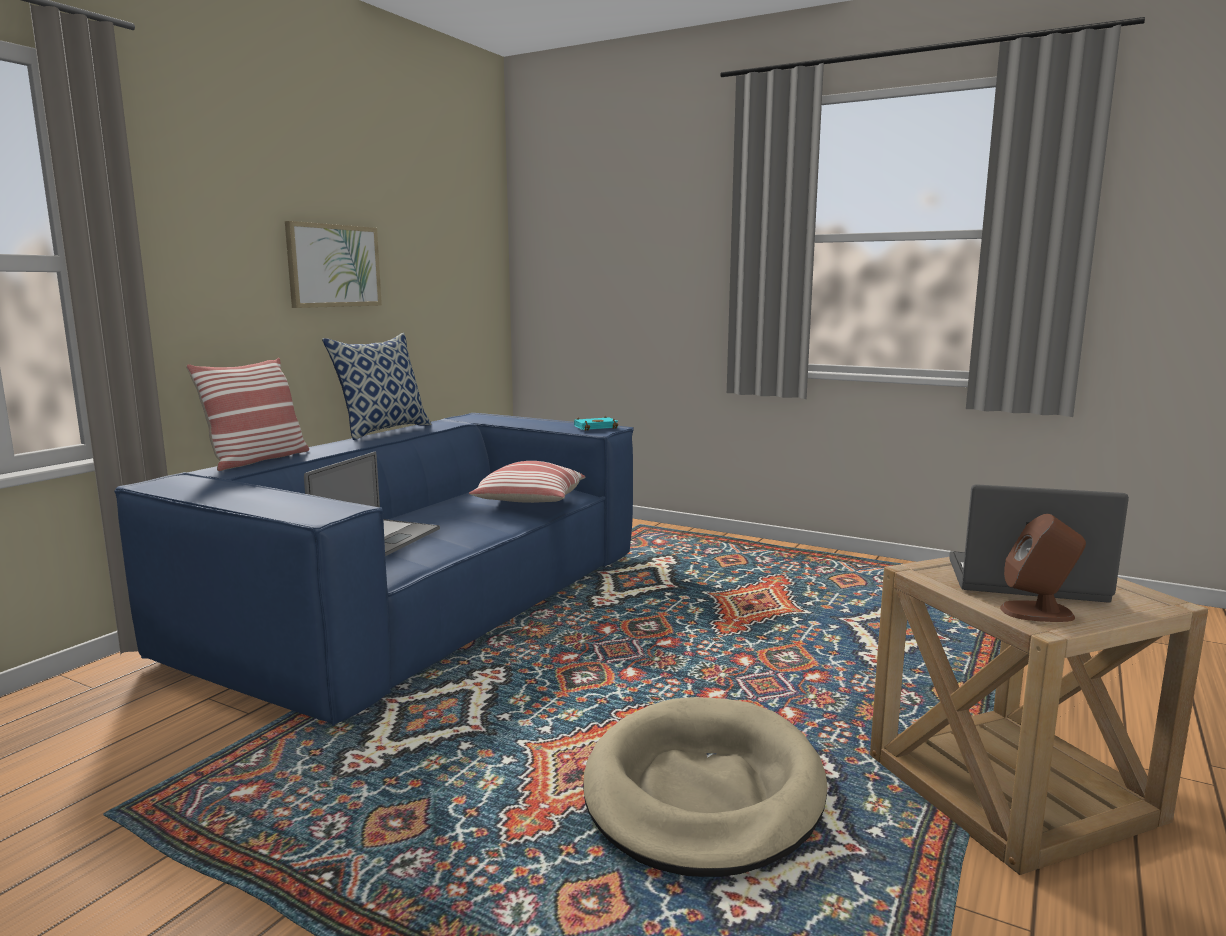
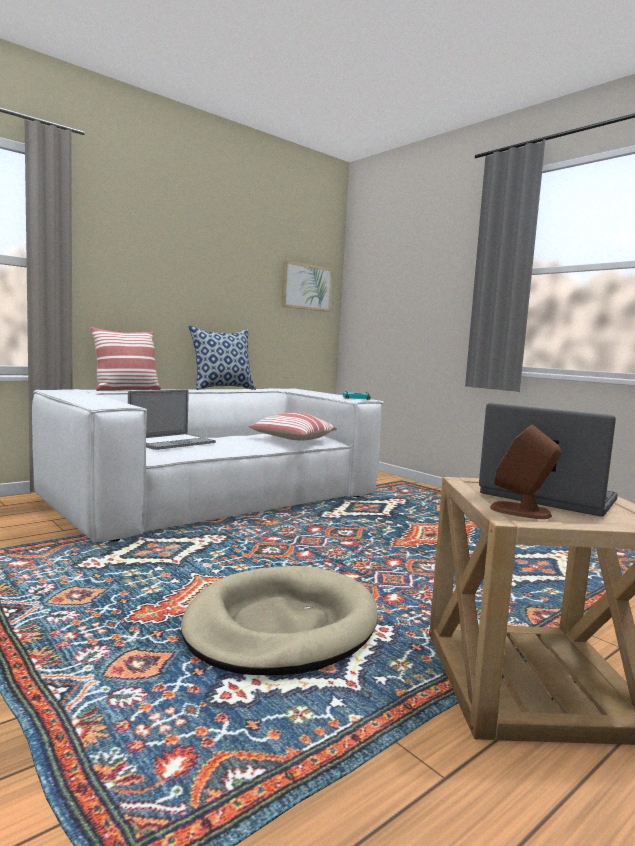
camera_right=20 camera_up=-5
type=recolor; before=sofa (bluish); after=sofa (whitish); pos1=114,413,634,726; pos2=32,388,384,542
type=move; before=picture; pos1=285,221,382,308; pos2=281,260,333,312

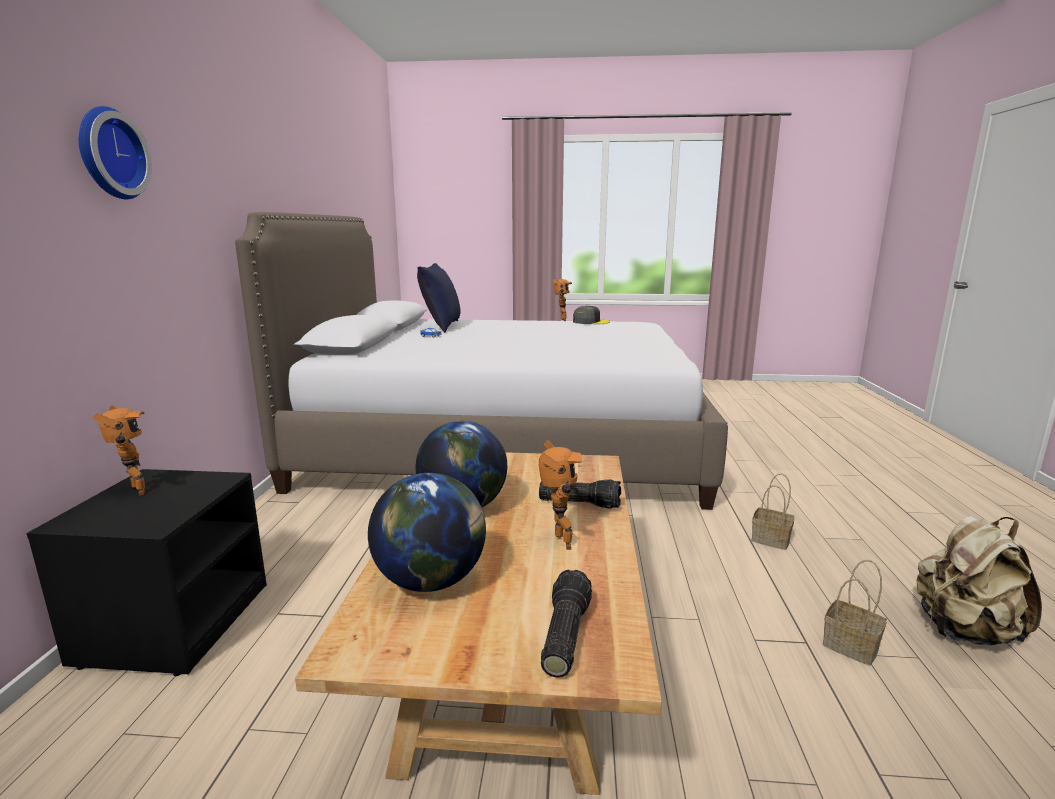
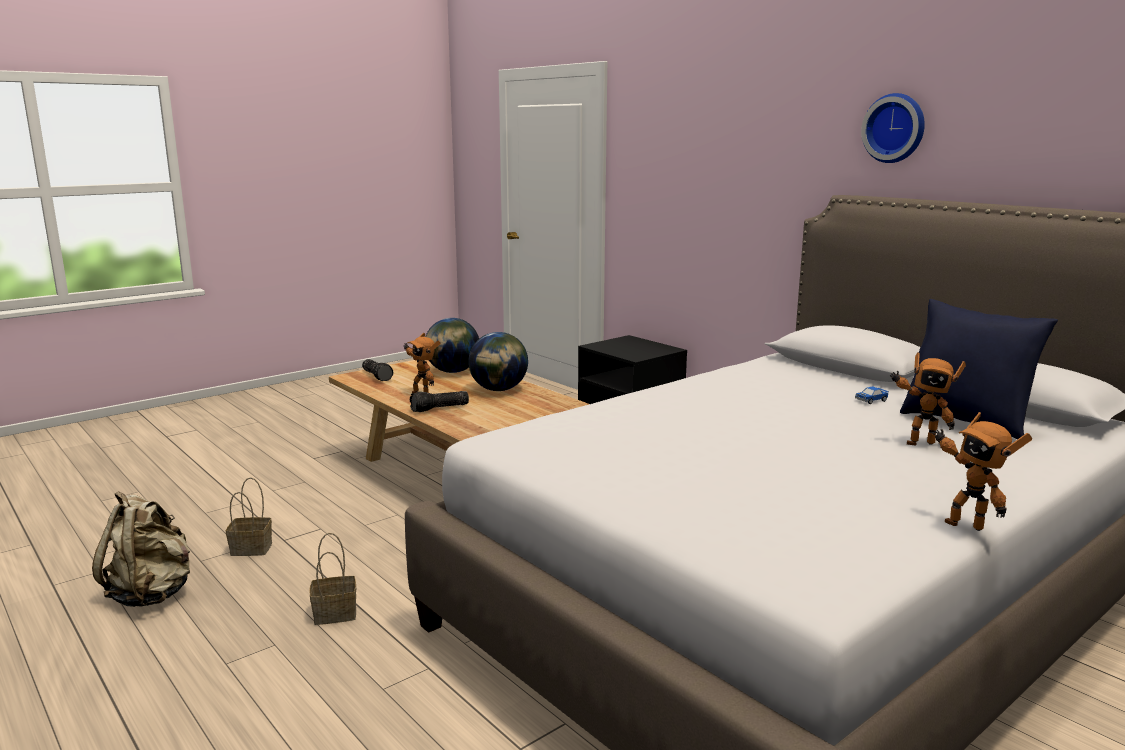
camera_right=135 camera_up=0
type=move; before=wall clock; pos1=79,106,152,199; pos2=861,93,925,163
type=move; before=model robot; pos1=93,405,145,495; pos2=890,353,966,445
type=delete; before=baseball cap (gray); pos1=573,305,610,324

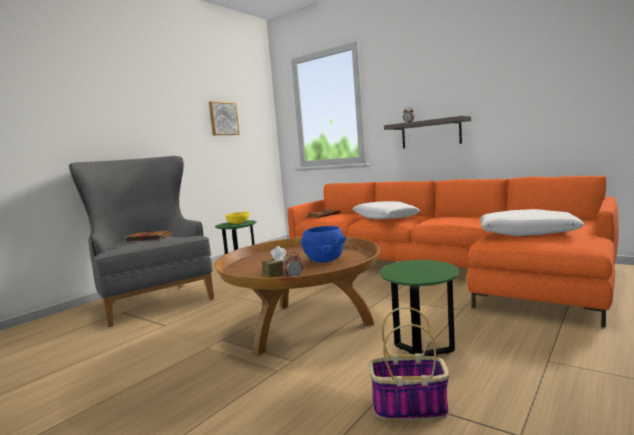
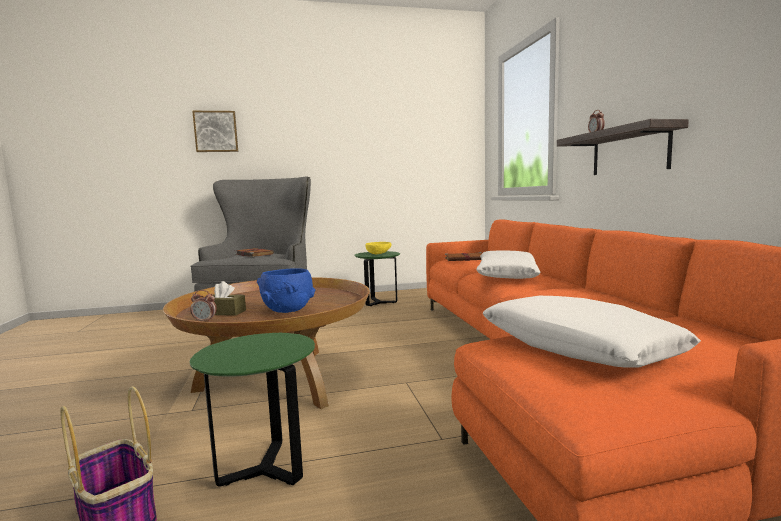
camera_right=40 camera_up=0
type=move; before=picture; pos1=209,101,240,135; pos2=192,111,238,152

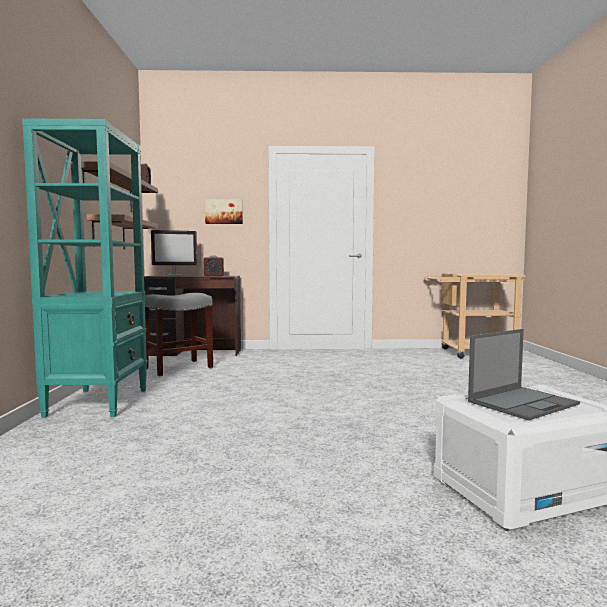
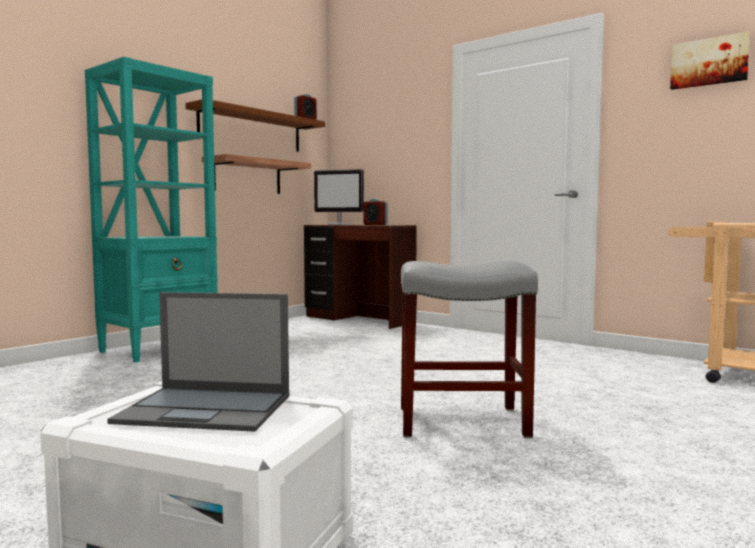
camera_right=40 camera_up=0
type=move; before=sitting stool (gray); pos1=145,293,213,377; pos2=401,261,538,438
type=move; before=picture; pos1=205,199,243,224; pos2=670,31,750,90

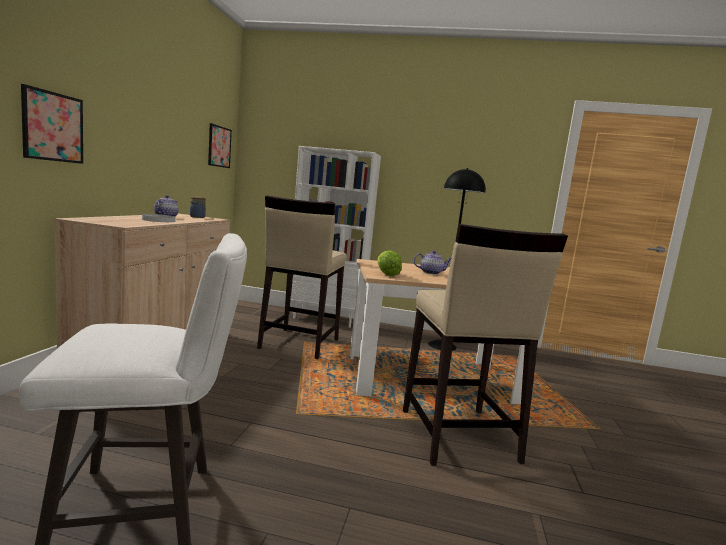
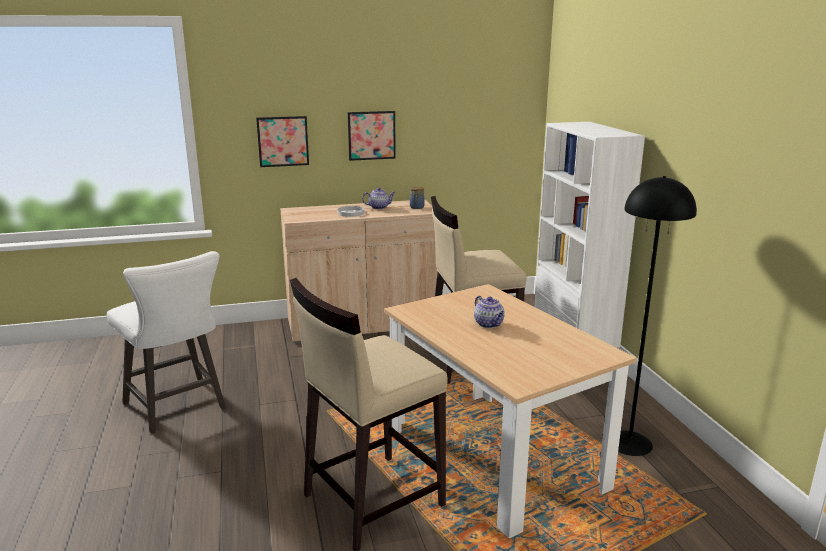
camera_right=65 camera_up=10
type=move; before=picture; pos1=208,123,232,168; pos2=348,111,396,161
type=delete; before=lettuce; pos1=378,250,402,276

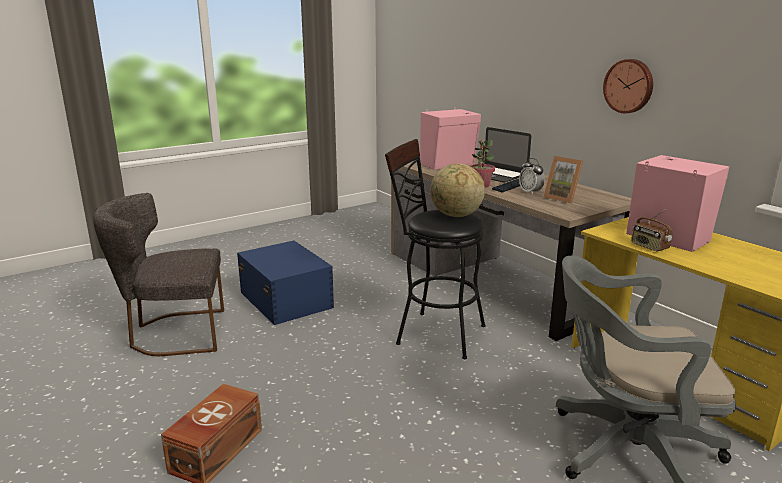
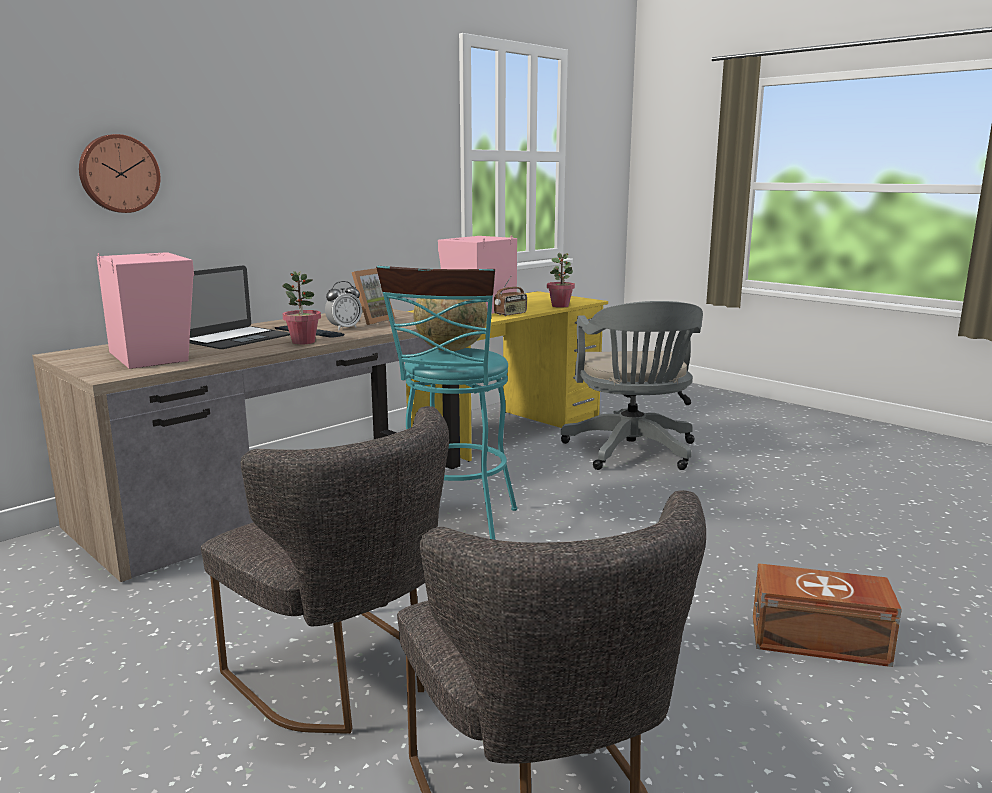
camera_right=-100 camera_up=-5
type=replace; before=storage box (bluish); after=plain chair (gray); pos1=237,241,334,325; pos2=201,406,449,734
type=recolor; before=sitting stool (black-coloured); after=sitting stool (turquoise); pos1=385,139,486,359; pos2=376,266,517,540
type=move; before=wall clock; pos1=603,59,653,113; pos2=79,134,160,213
type=insert; after=houseplant; pos2=547,253,575,308

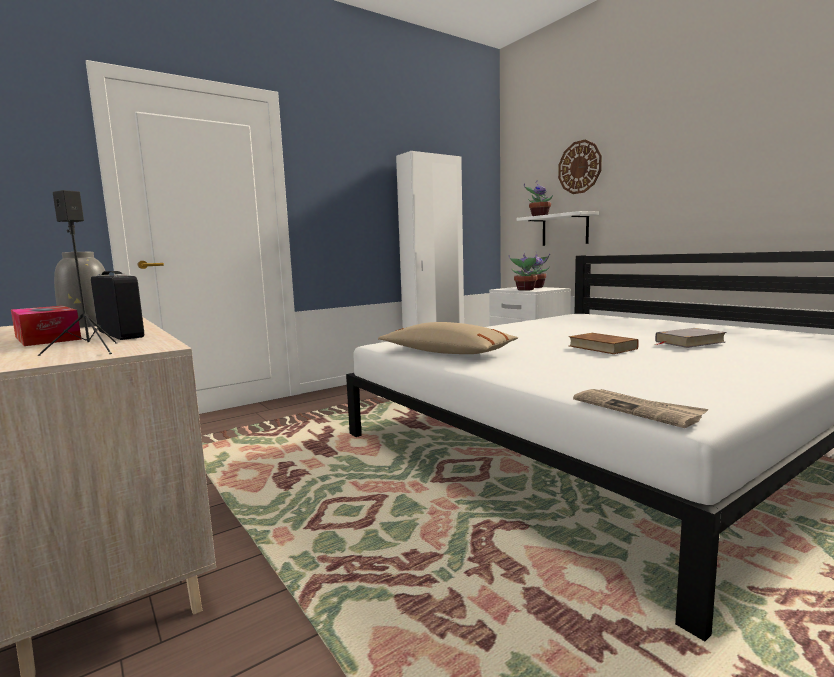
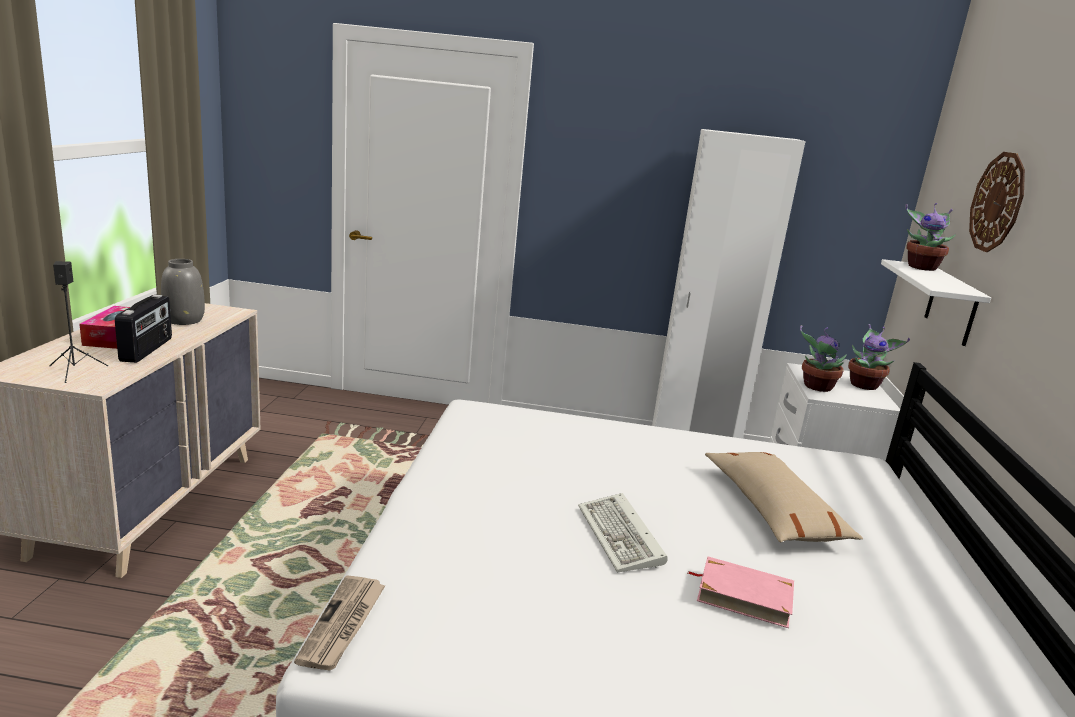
camera_right=40 camera_up=10
type=move; before=cushion (sand-coloured); pos1=378,322,518,354; pos2=705,452,863,543
type=replace; before=volume (brownish); after=keyboard; pos1=569,333,639,354; pos2=578,493,668,572
type=recolor; before=volume (gray); after=volume (pink-coloured); pos1=655,328,727,348; pos2=688,557,794,628

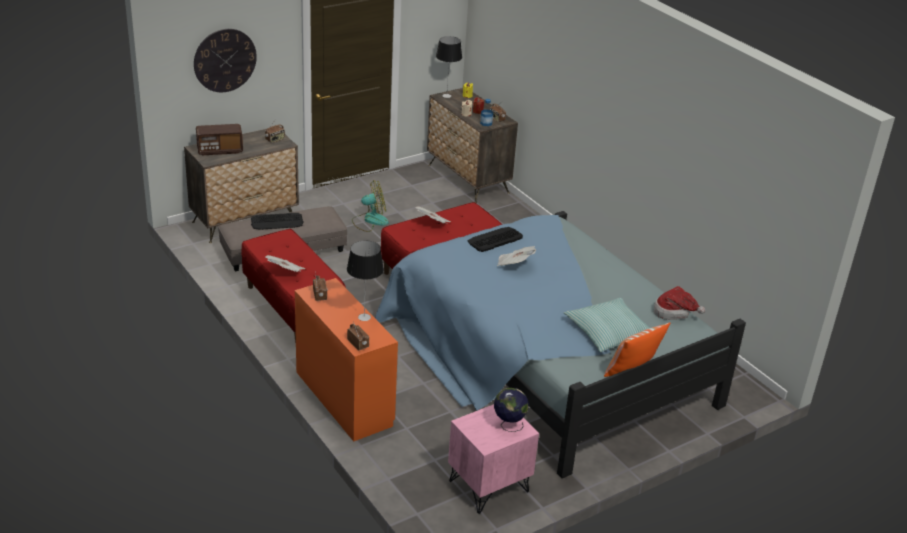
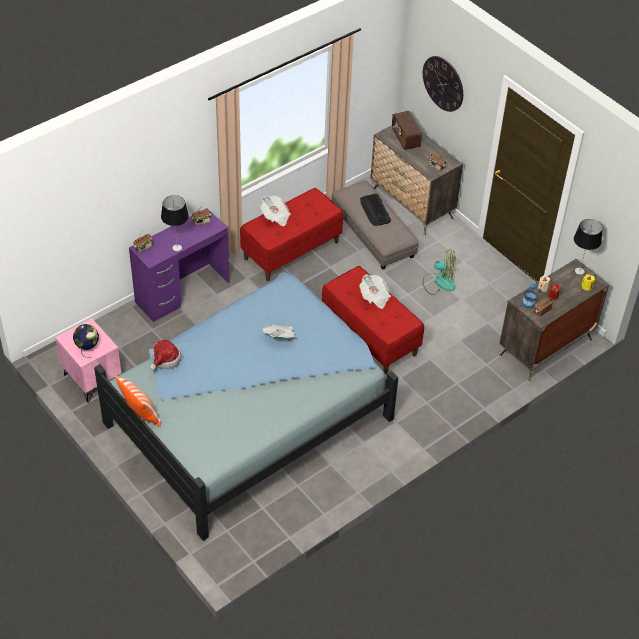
camera_right=85 camera_up=15
type=recolor; before=desk table (orange); after=desk table (purplish); pos1=295,278,398,441; pos2=129,208,230,322
type=rotate; before=cooling fan; pos1=352,181,389,232; pos2=423,249,456,295; turn=-60
type=delete; before=keyboard; pos1=468,227,523,252
type=delete; before=cushion; pos1=564,298,650,352
type=move; before=wearable hat; pos1=654,286,705,320; pos2=150,340,182,370

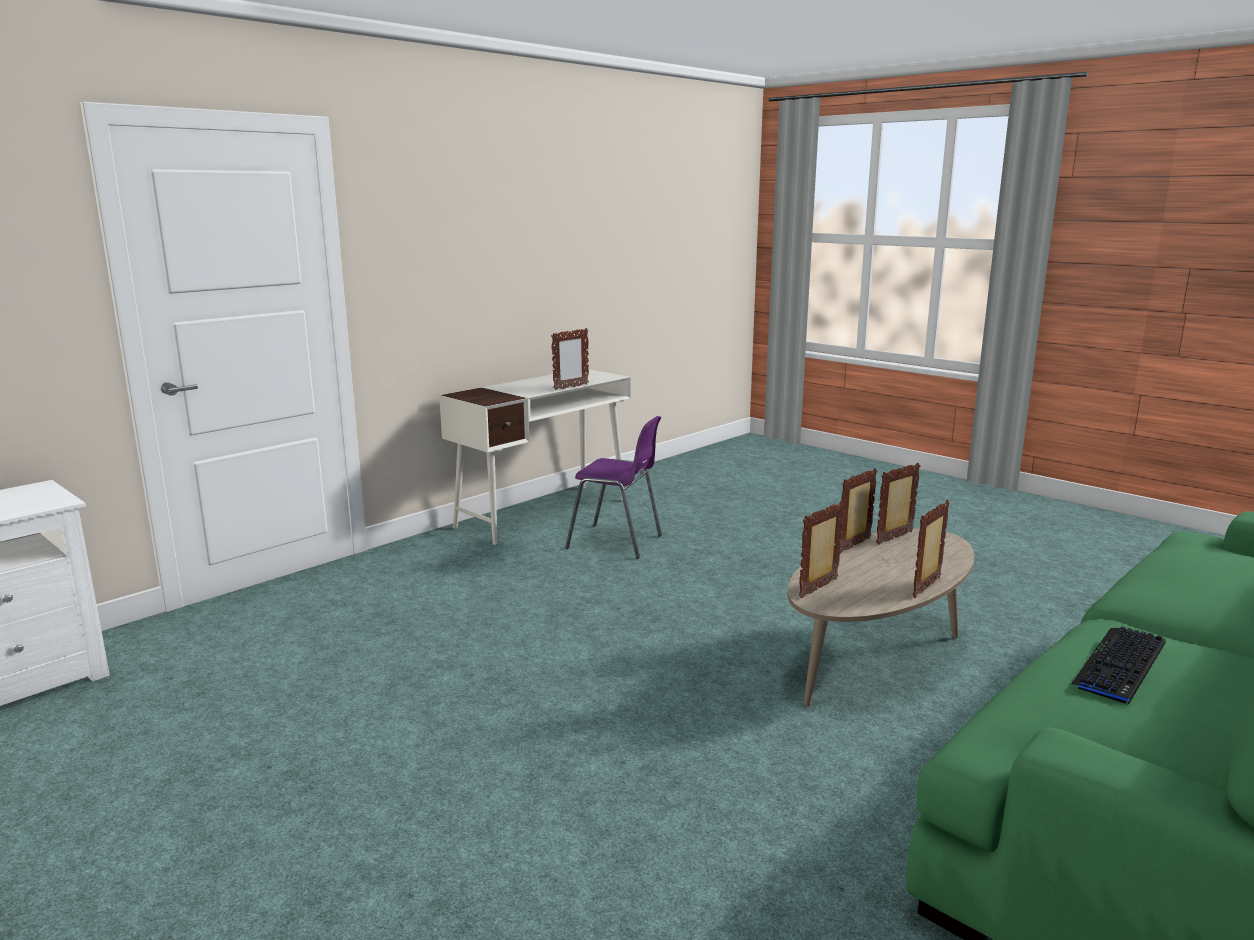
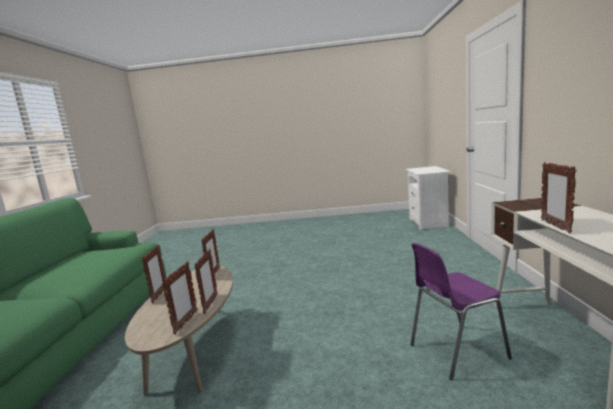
camera_right=140 camera_up=-5
type=delete; before=keyboard; pos1=1071,626,1165,705

